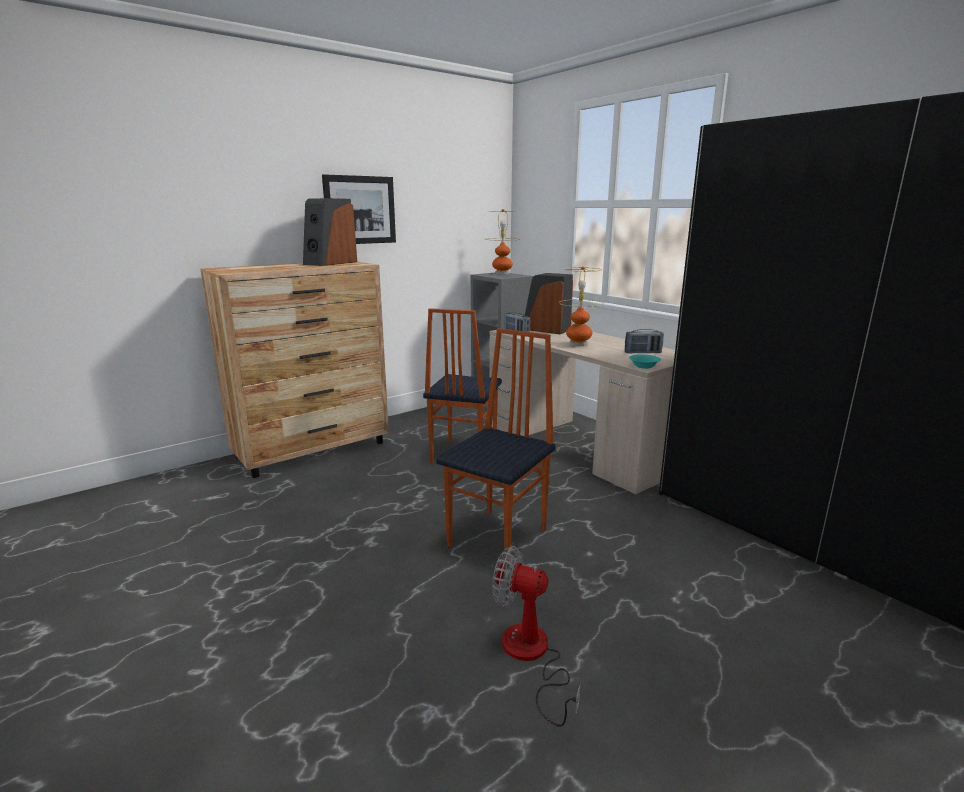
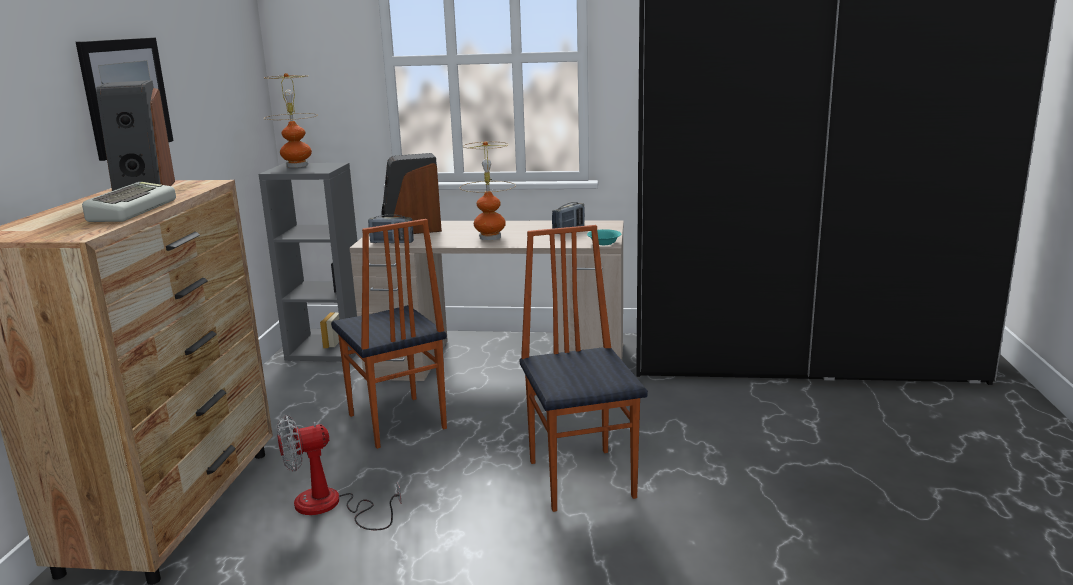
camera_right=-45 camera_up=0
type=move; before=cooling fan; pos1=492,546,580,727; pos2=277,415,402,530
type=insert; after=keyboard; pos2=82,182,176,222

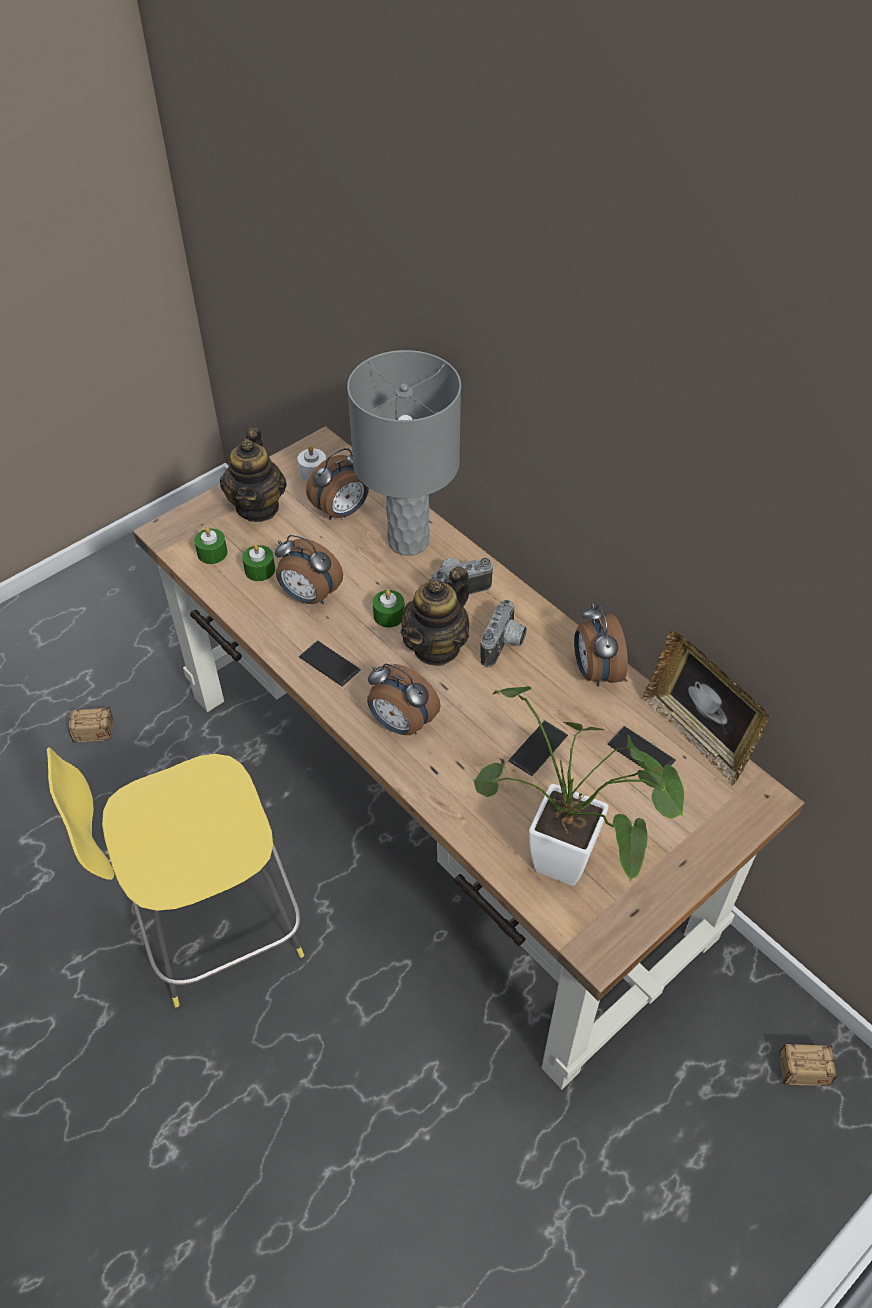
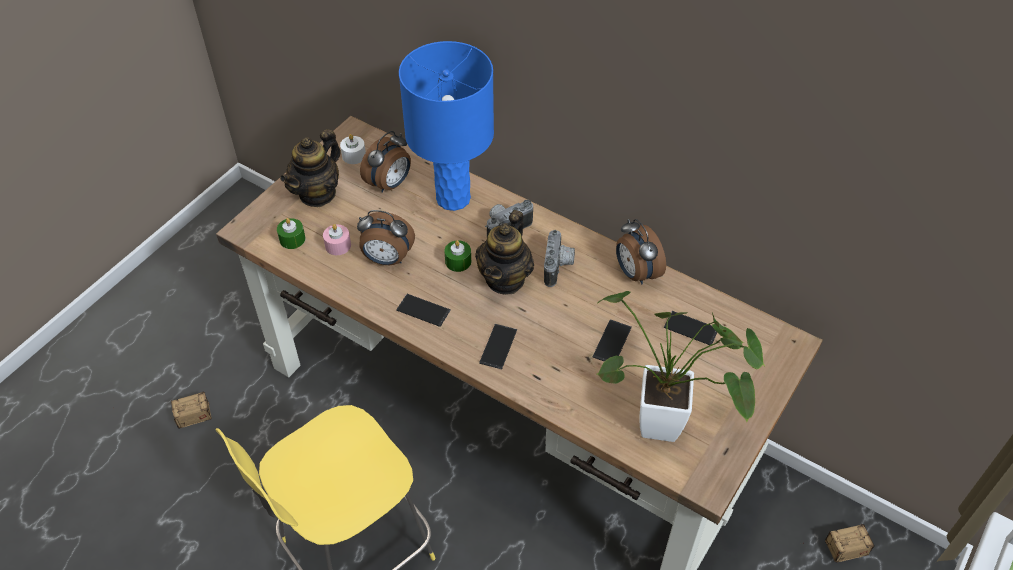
camera_right=-15 camera_up=0
type=rotate; before=pot for tea; pos1=220,428,287,522; pos2=280,129,341,207; turn=45
type=recolor; before=candle (green-coloured); after=candle (pink-coloured); pos1=242,544,275,581; pos2=323,224,351,255
type=recolor; before=table lamp (gray); after=table lamp (bluish); pos1=347,350,461,556; pos2=399,41,494,211
type=replace; before=table clock; after=handset; pos1=367,663,441,735; pos2=479,324,517,369
type=delete; before=picture frame; pos1=643,631,769,786

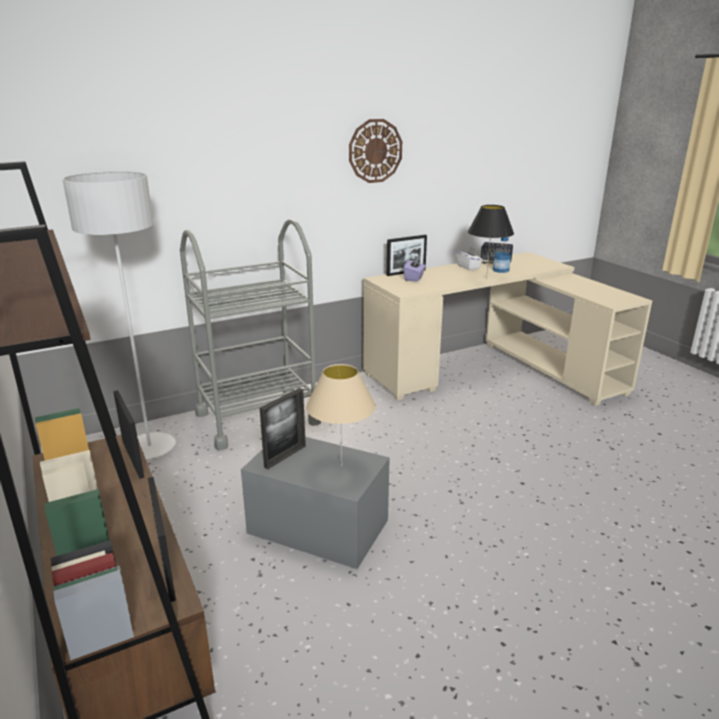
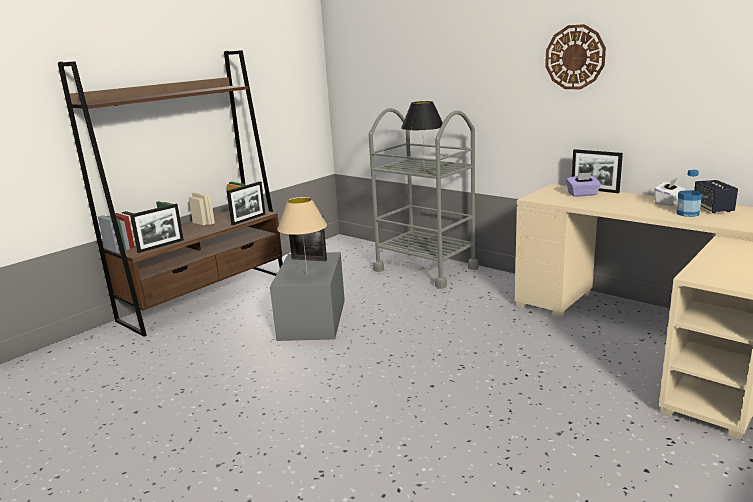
camera_right=70 camera_up=-5
type=delete; before=standing lamp (gray); pos1=62,171,175,459
type=move; before=table lamp (black-coloured); pos1=468,205,514,279; pos2=401,101,443,158

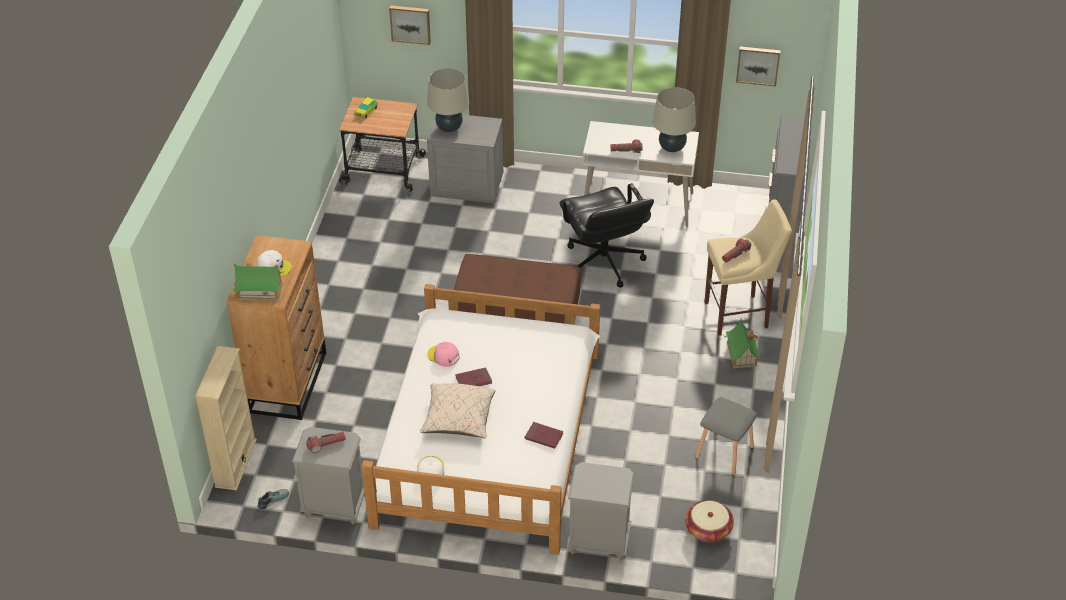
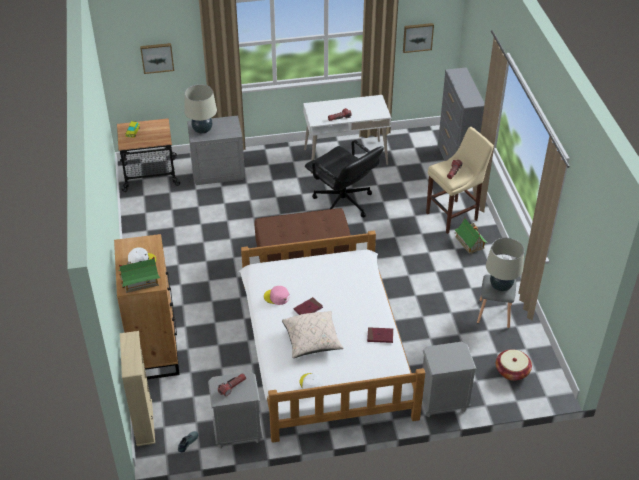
camera_right=-20 camera_up=0
type=move; before=table lamp (sand-coloured); pos1=653,87,696,152; pos2=486,238,524,291

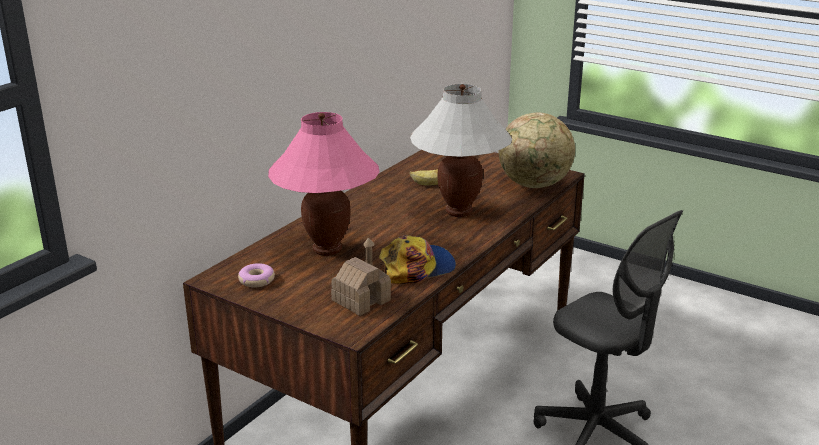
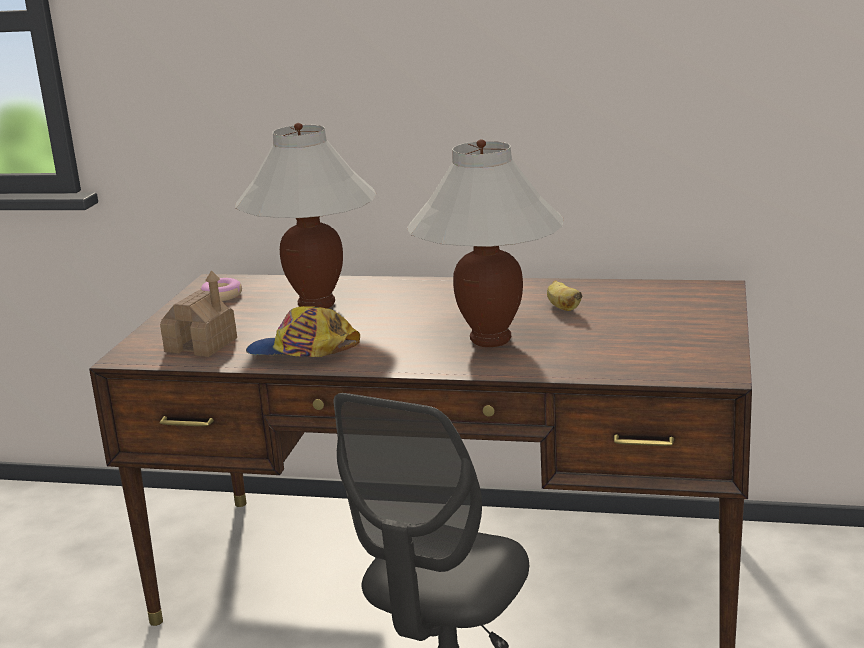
camera_right=70 camera_up=-5
type=recolor; before=table lamp (pink-coloured); after=table lamp (whitish); pos1=268,112,380,256; pos2=235,123,376,309
type=rotate; before=baseball cap; pos1=379,235,456,284; pos2=246,306,360,357; turn=150
type=delete; before=desk globe; pos1=498,112,575,188

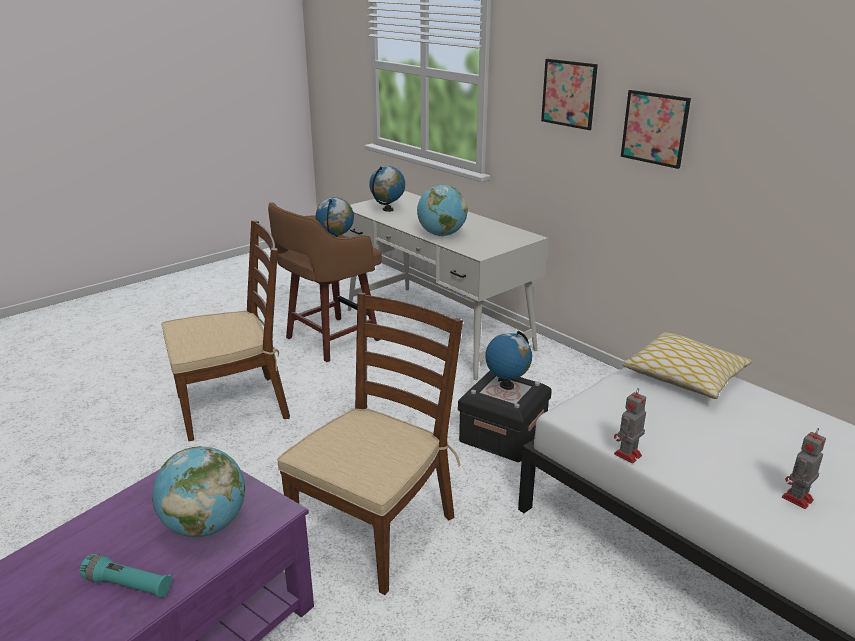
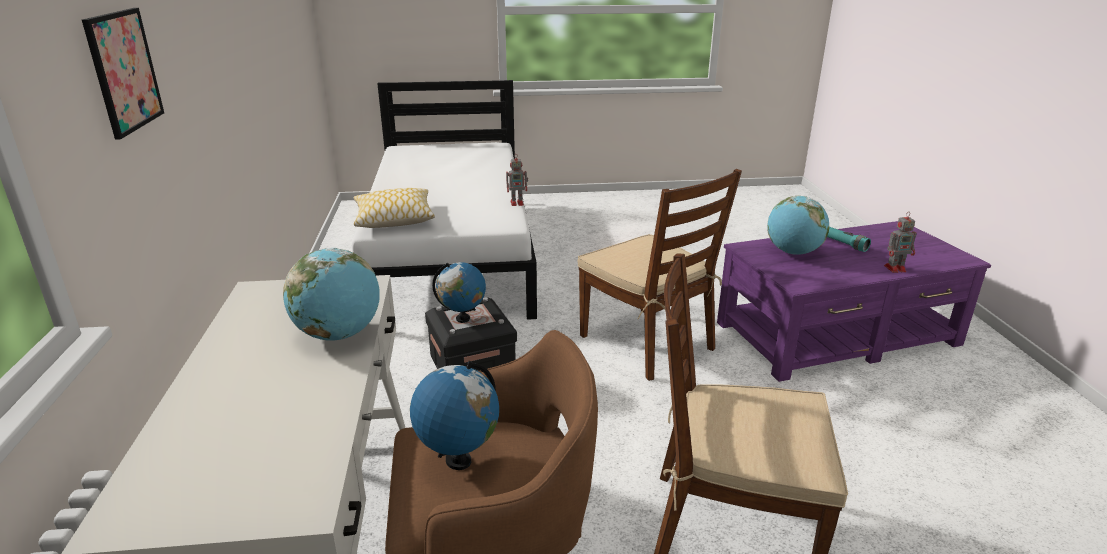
camera_right=-145 camera_up=0
type=rotate; before=plain chair (brownish); pos1=277,292,463,595; pos2=578,169,742,381; turn=-105
type=delete; before=desk globe; pos1=369,166,405,212
type=delete; before=picture; pos1=621,90,691,169
type=move; before=model robot; pos1=782,428,826,509; pos2=884,212,917,273

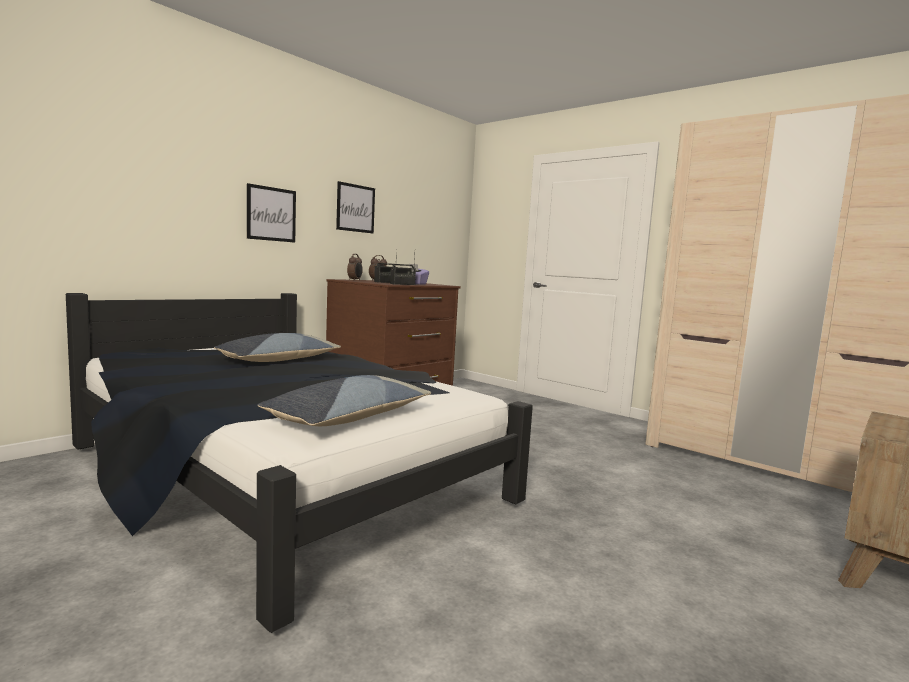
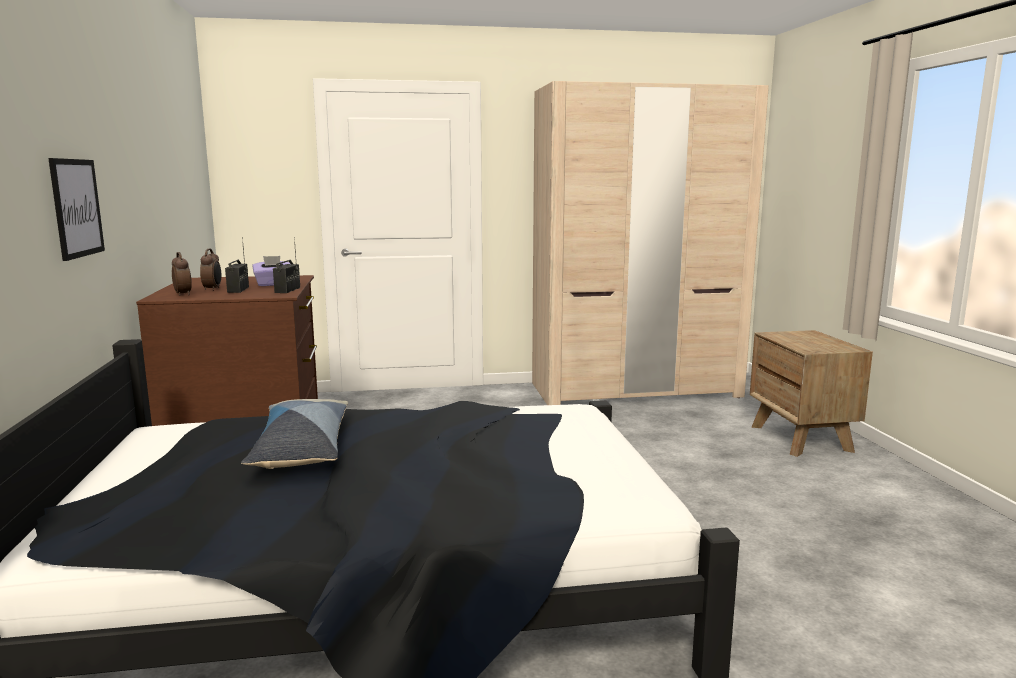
camera_right=-50 camera_up=5
type=delete; before=cushion; pos1=257,375,431,426
type=delete; before=picture; pos1=336,181,375,233

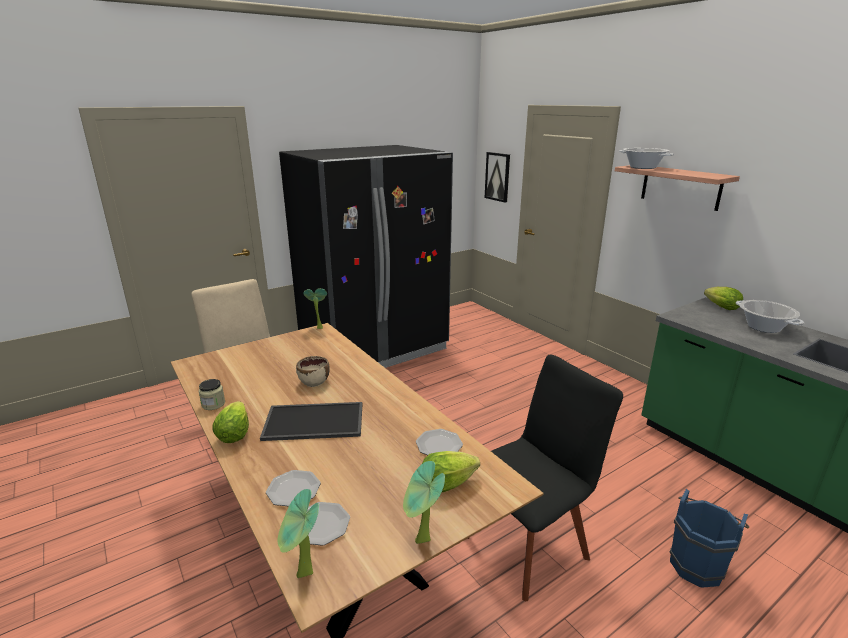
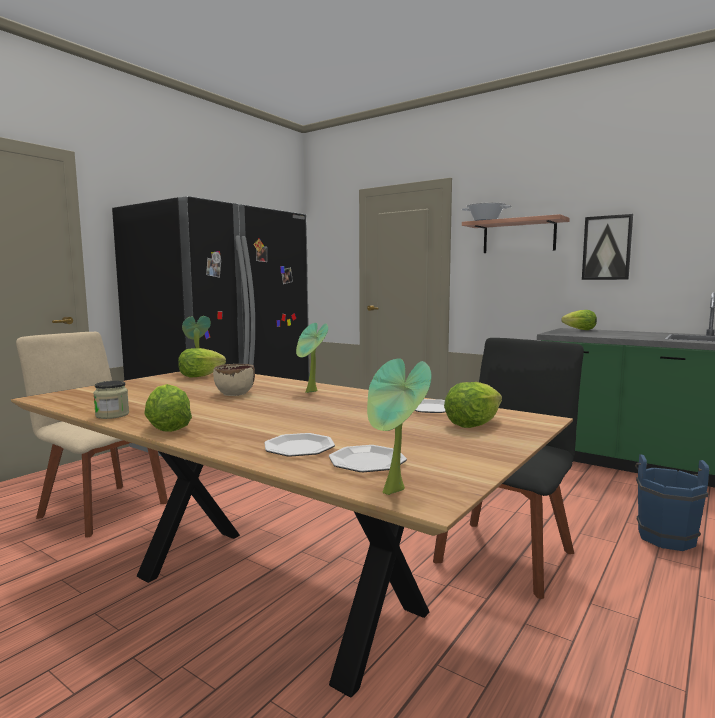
camera_right=-20 camera_up=-15
type=delete; before=carrying tray; pos1=260,402,362,441
type=move; before=houseplant; pos1=403,461,445,544; pos2=296,323,328,393
type=move; before=picture; pos1=485,152,510,202; pos2=582,214,633,280
type=delete; before=cooking pot; pos1=736,300,804,333
type=insert; after=lettuce; pos2=178,348,226,378

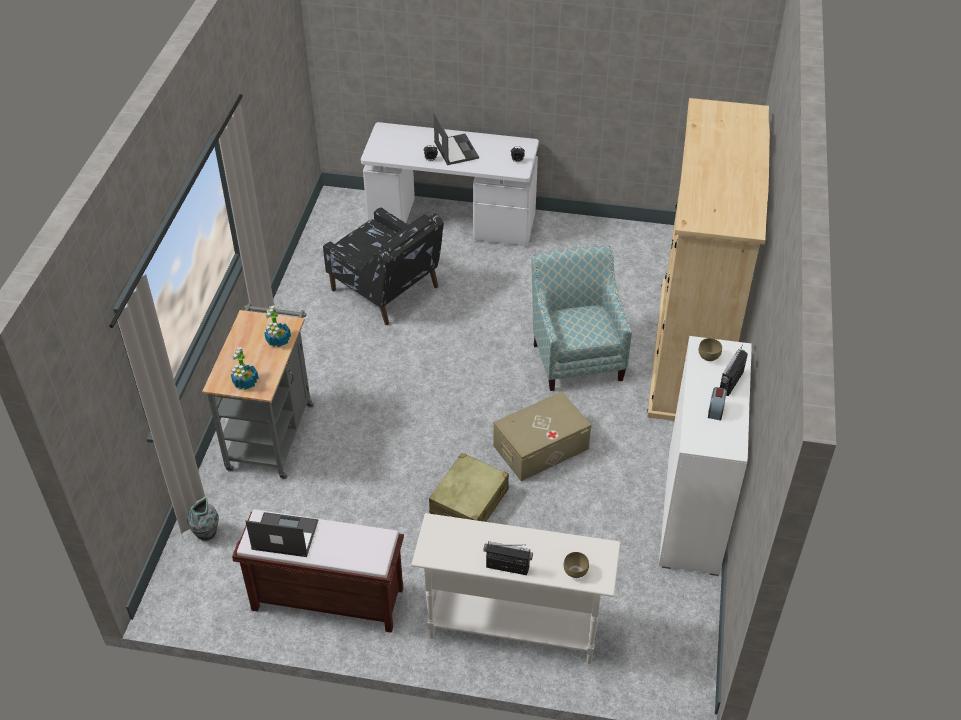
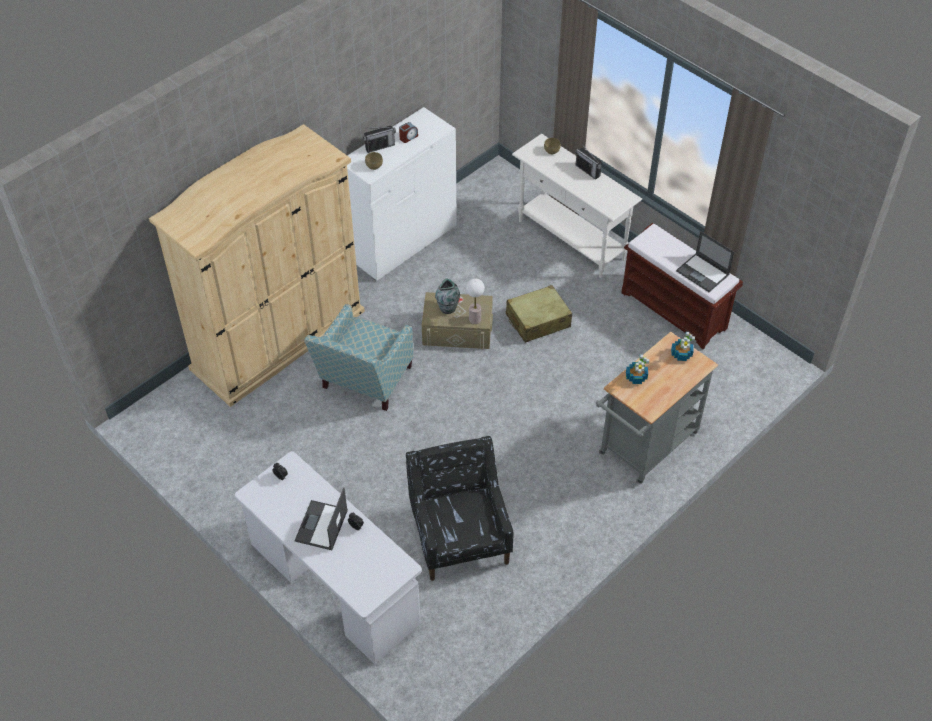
camera_right=-145 camera_up=5
type=move; before=decorative vase; pos1=187,498,219,541; pos2=435,279,460,314
type=insert; after=table lamp; pos2=466,279,485,324

